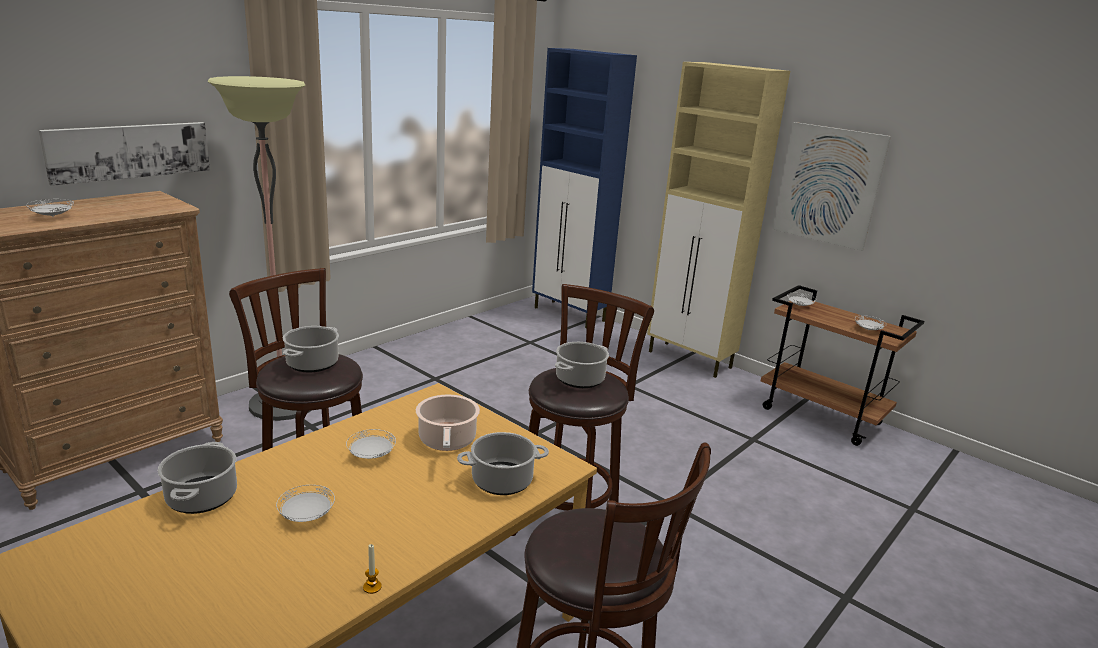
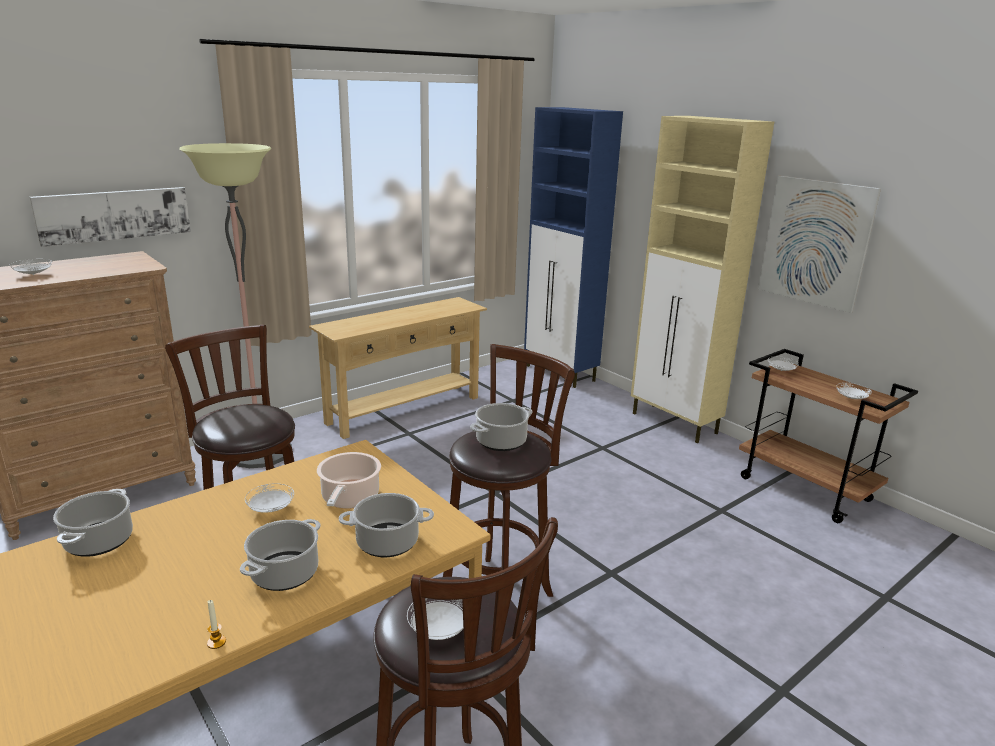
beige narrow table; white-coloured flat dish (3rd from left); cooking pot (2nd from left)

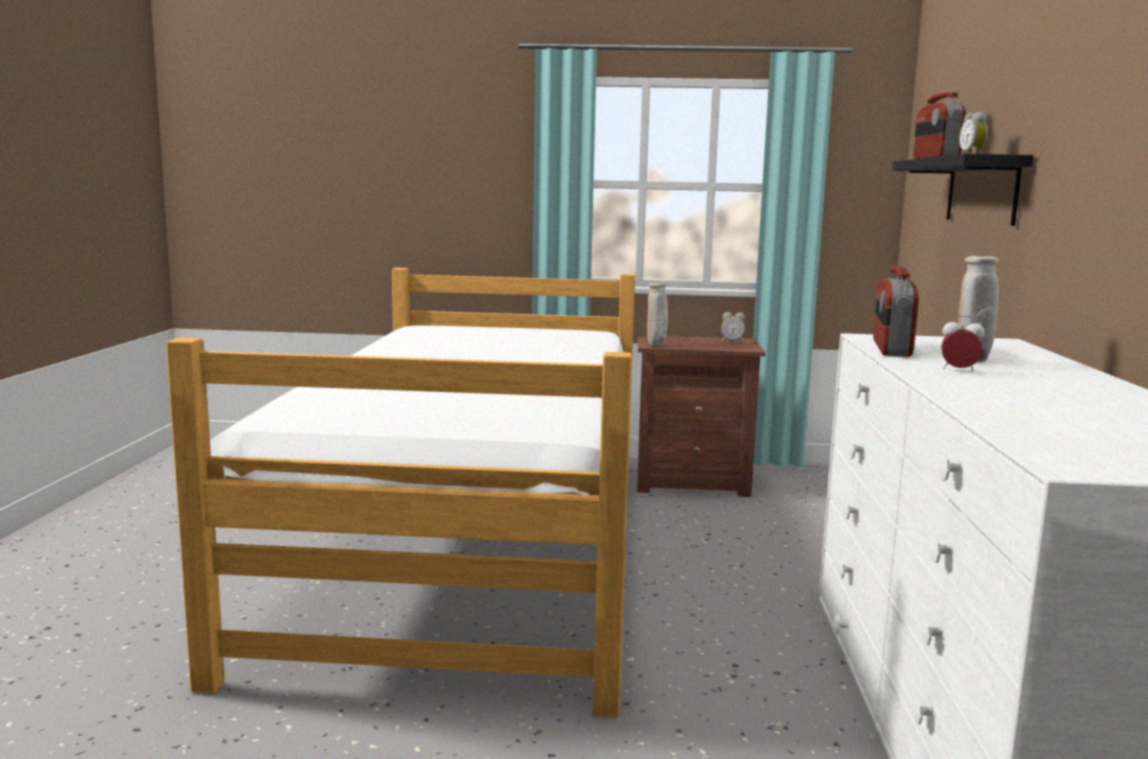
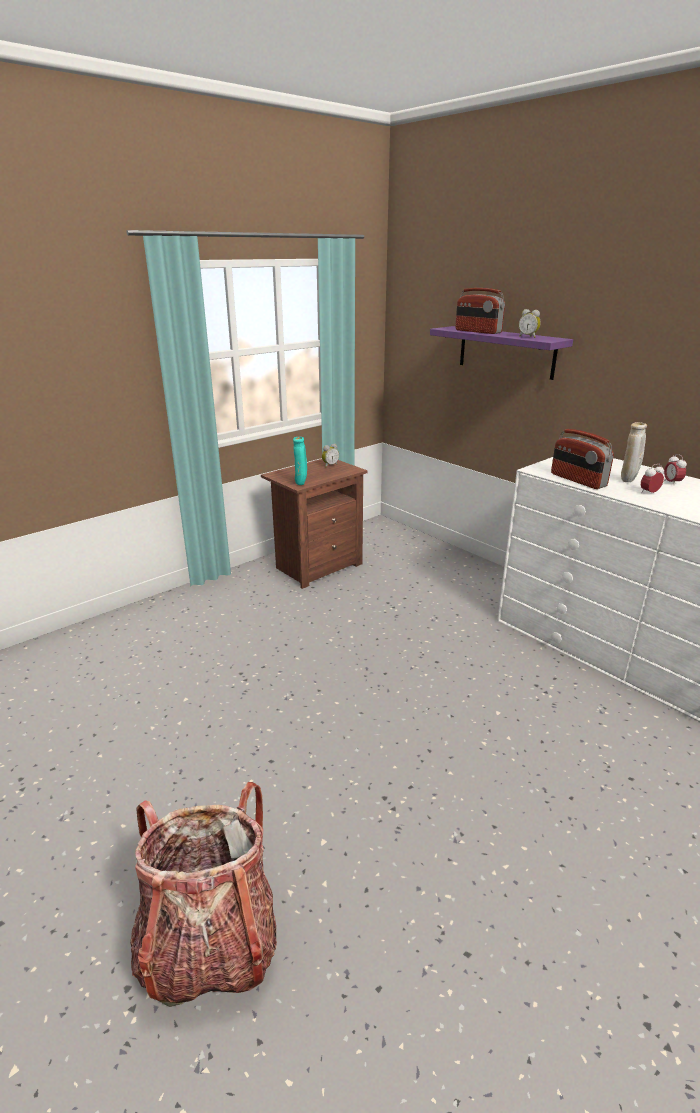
bedroom bed; rucksack; bedside clock (4th from left); blue-green flower vase; purple-coloured wall shelf

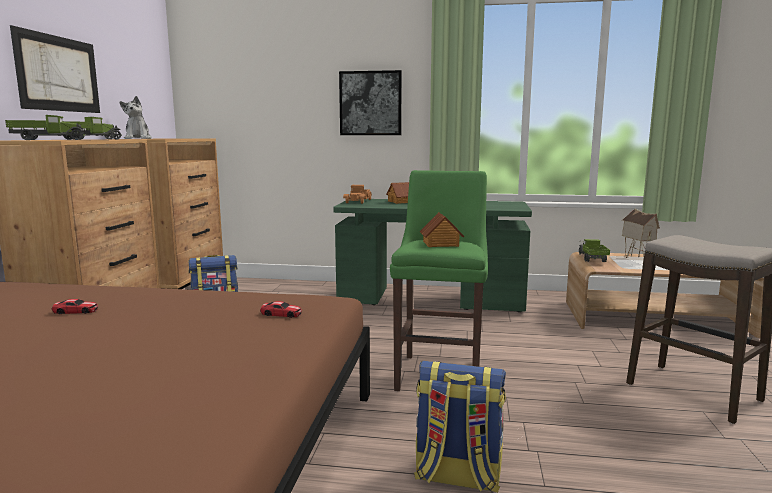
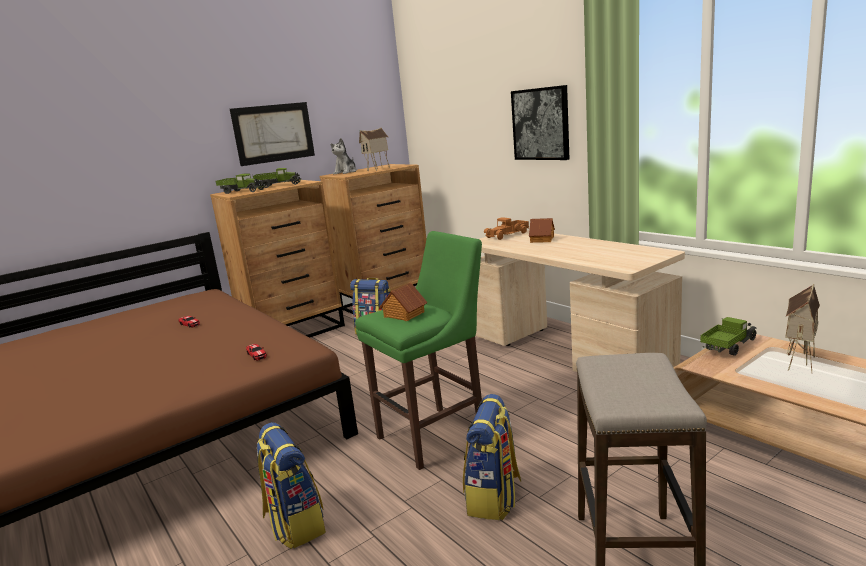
toy house (1st from left); rucksack (3rd from left); beige desk table

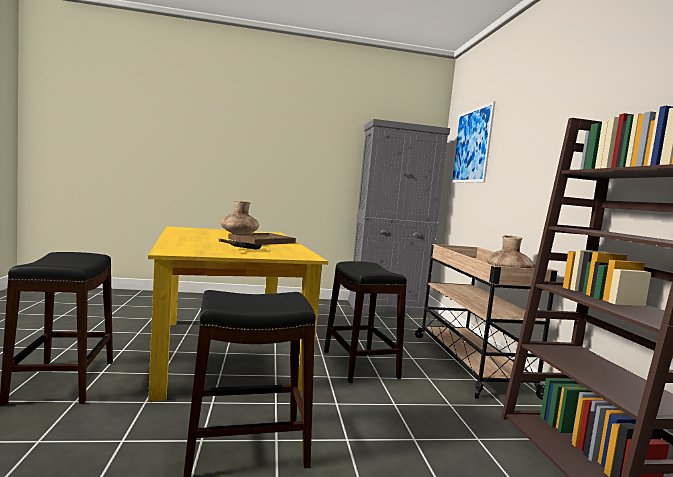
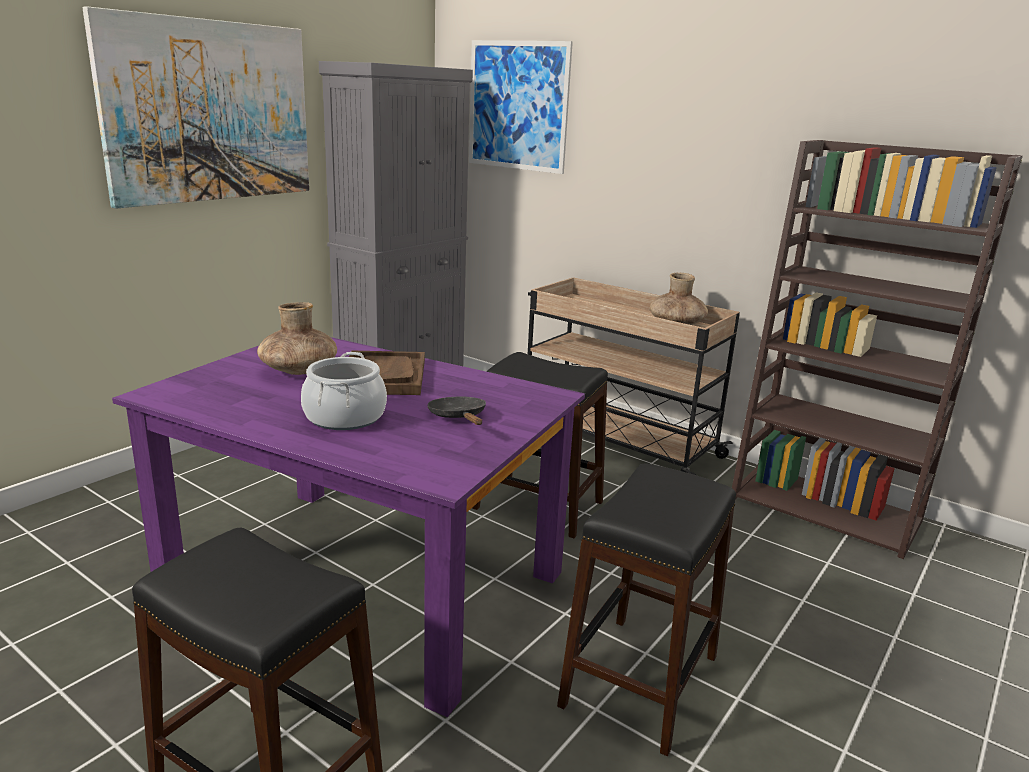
picture (1st from left); cooking pot; purple-coloured dining table

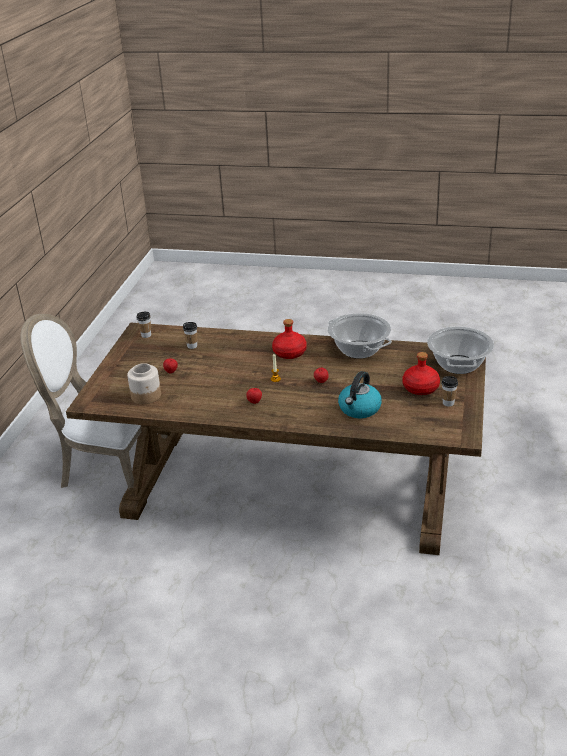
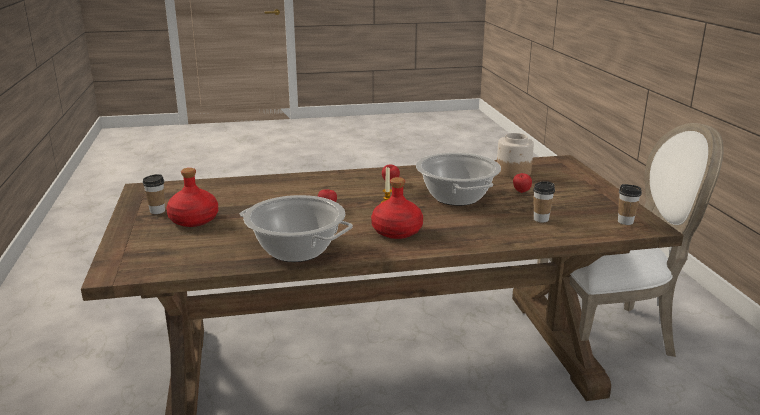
water kettle; cooking pot (2nd from left)

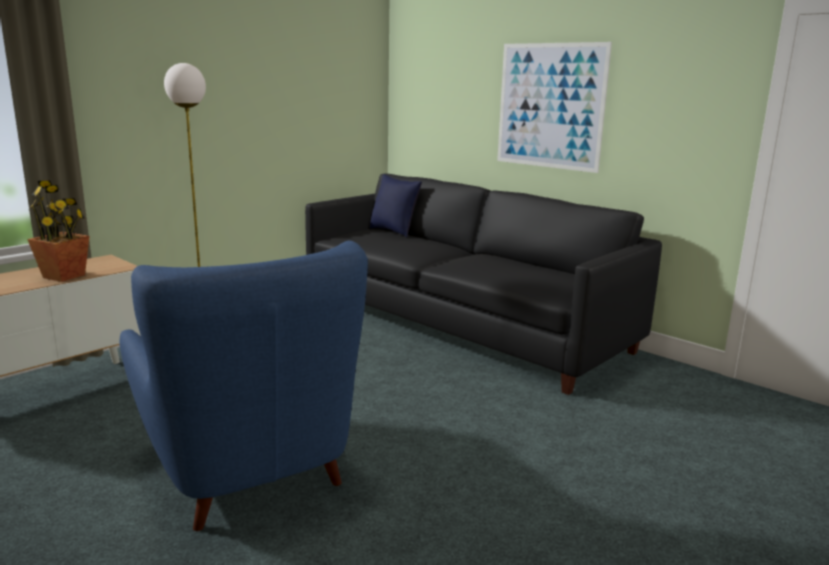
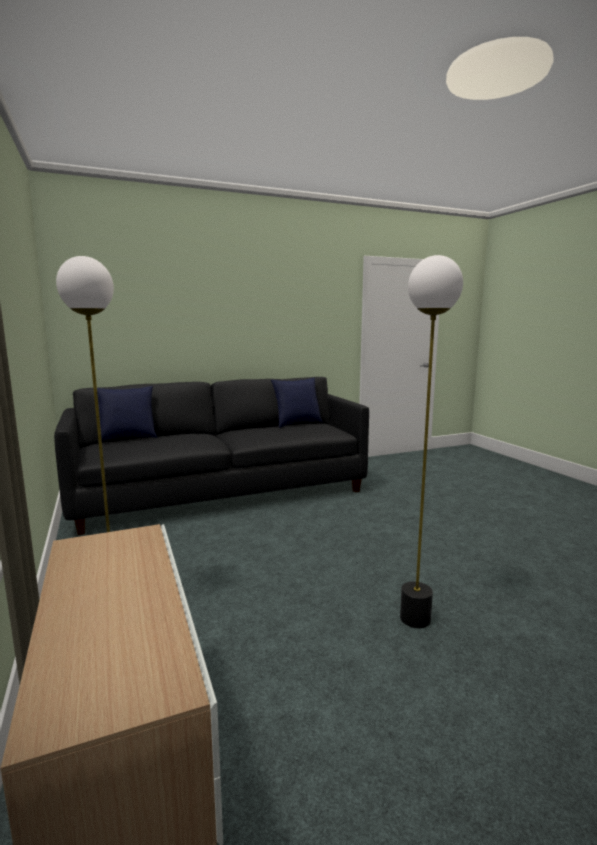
potted plant; picture; bluish pillow (2nd from left); floor lamp (2nd from left)

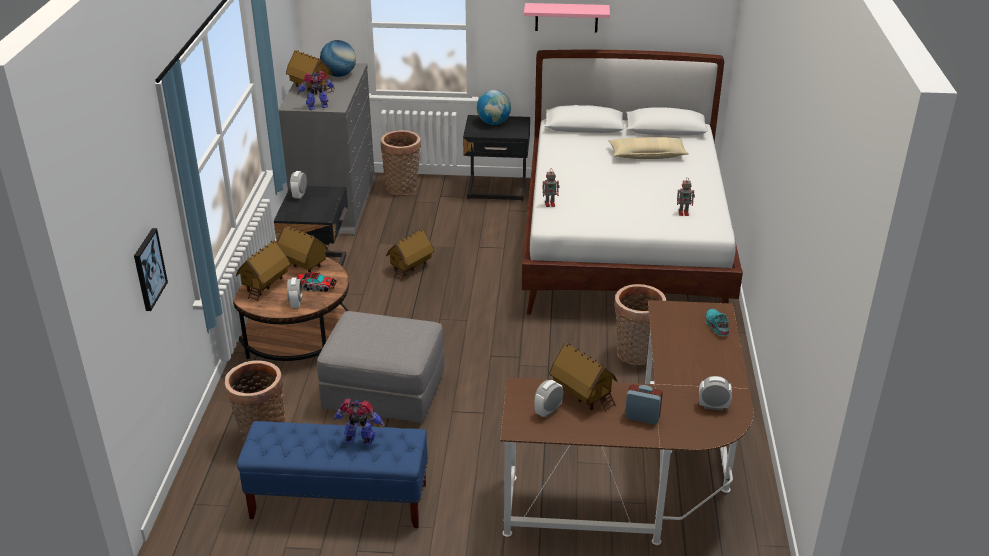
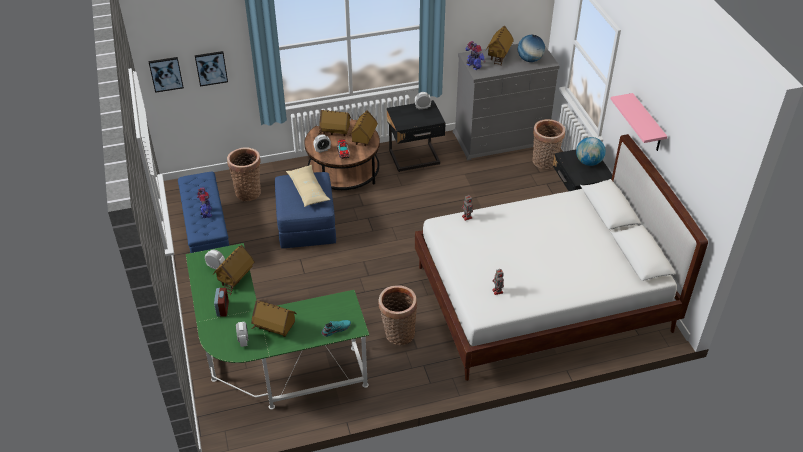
picture (1st from left); toy house (2nd from left); beige pillow; bluish pouffe; green desk table

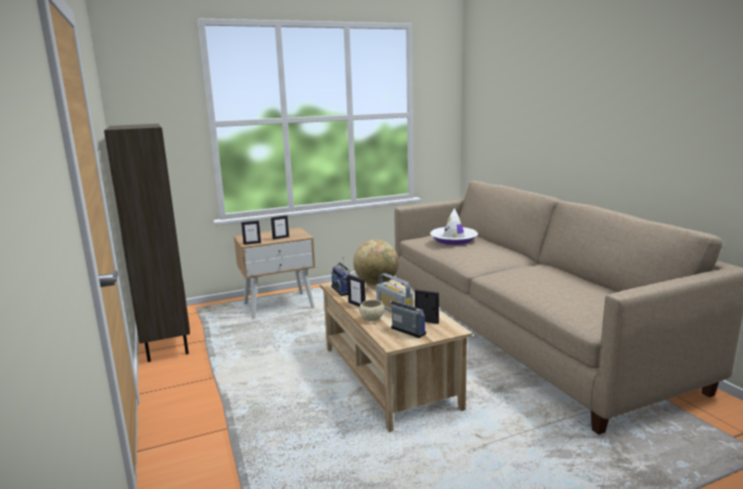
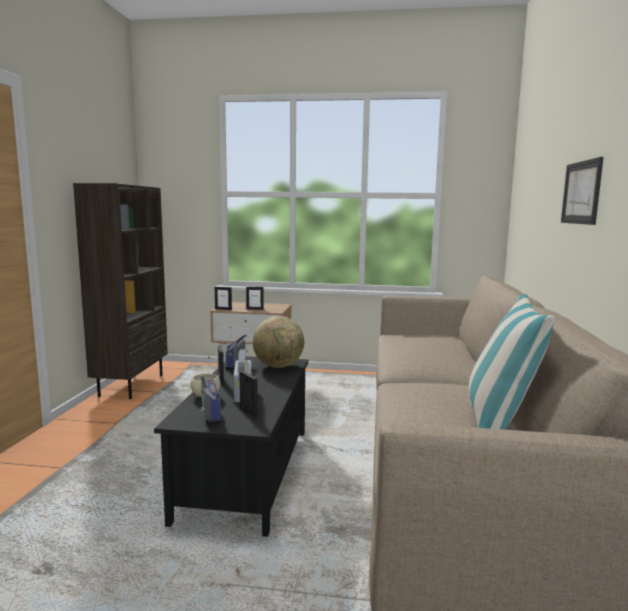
white-coloured clothing hat; pillow; picture; black-coloured lounge table

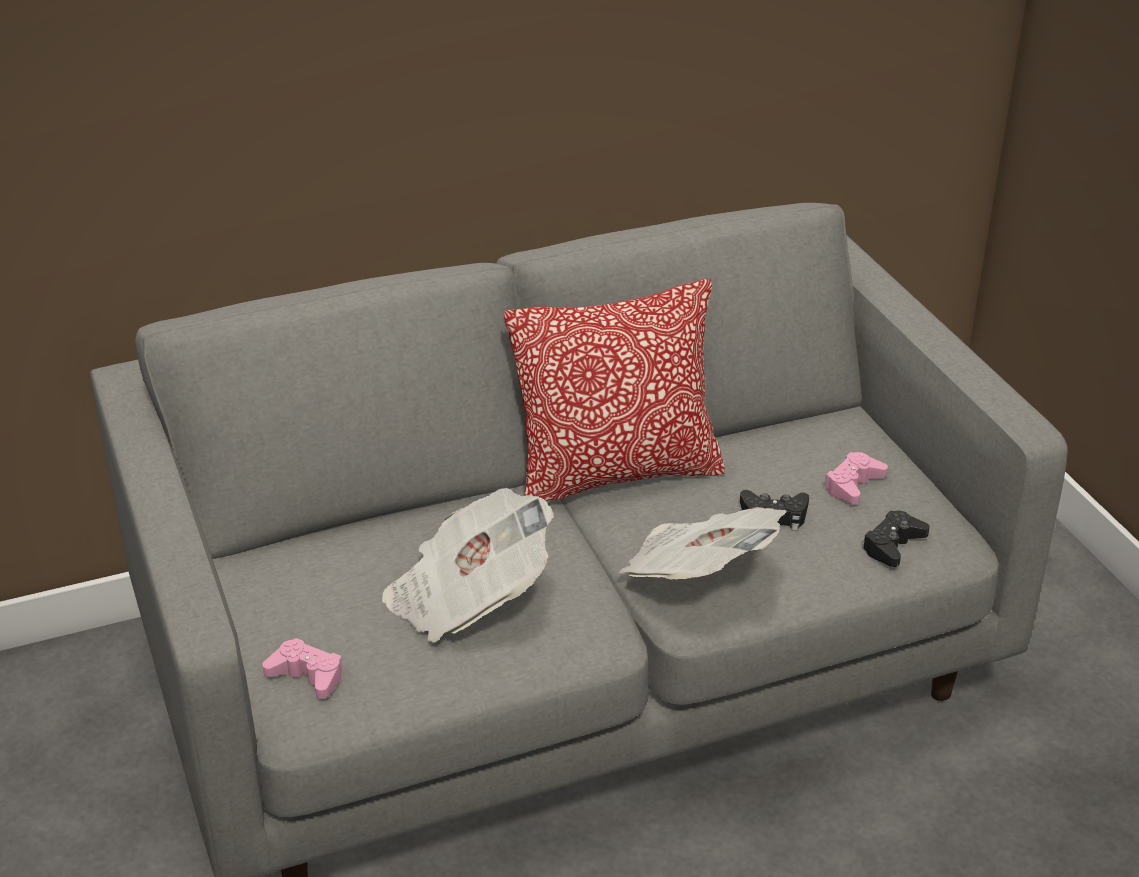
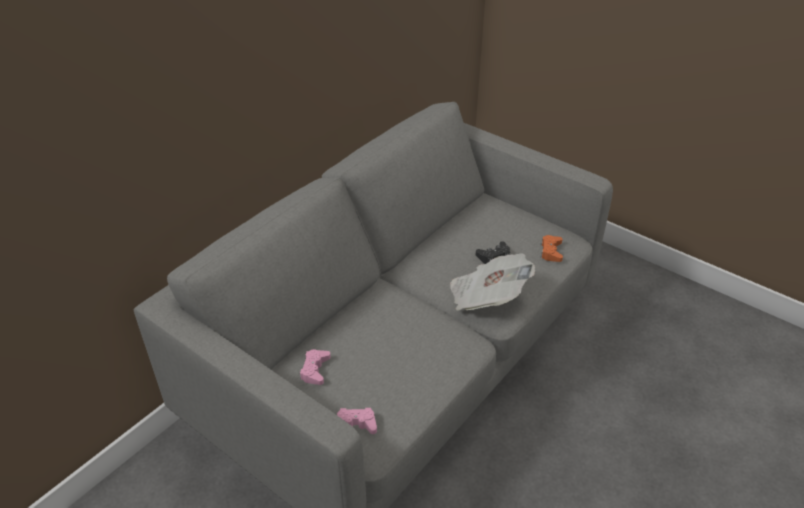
printed paper (1st from left in the first image); pillow; pink-coloured joypad (1st from left); orange joypad

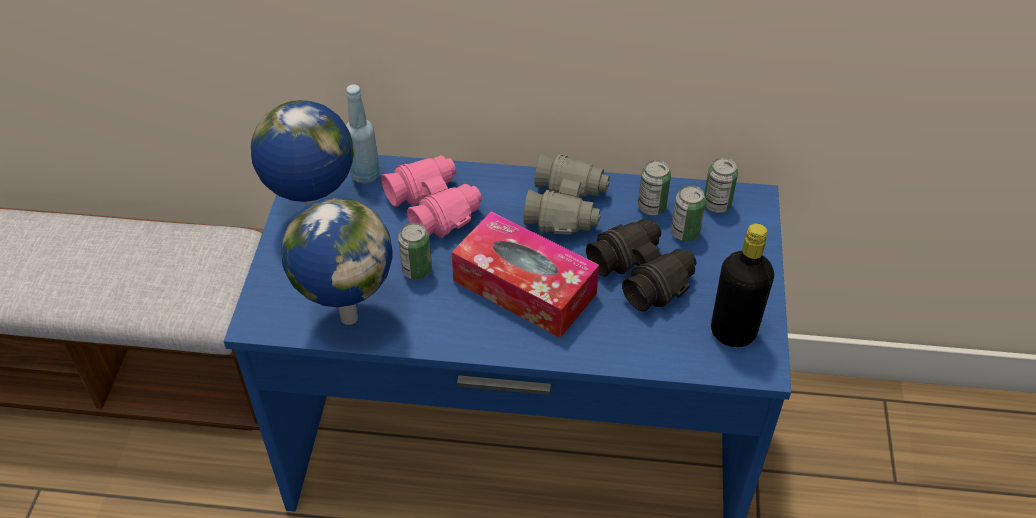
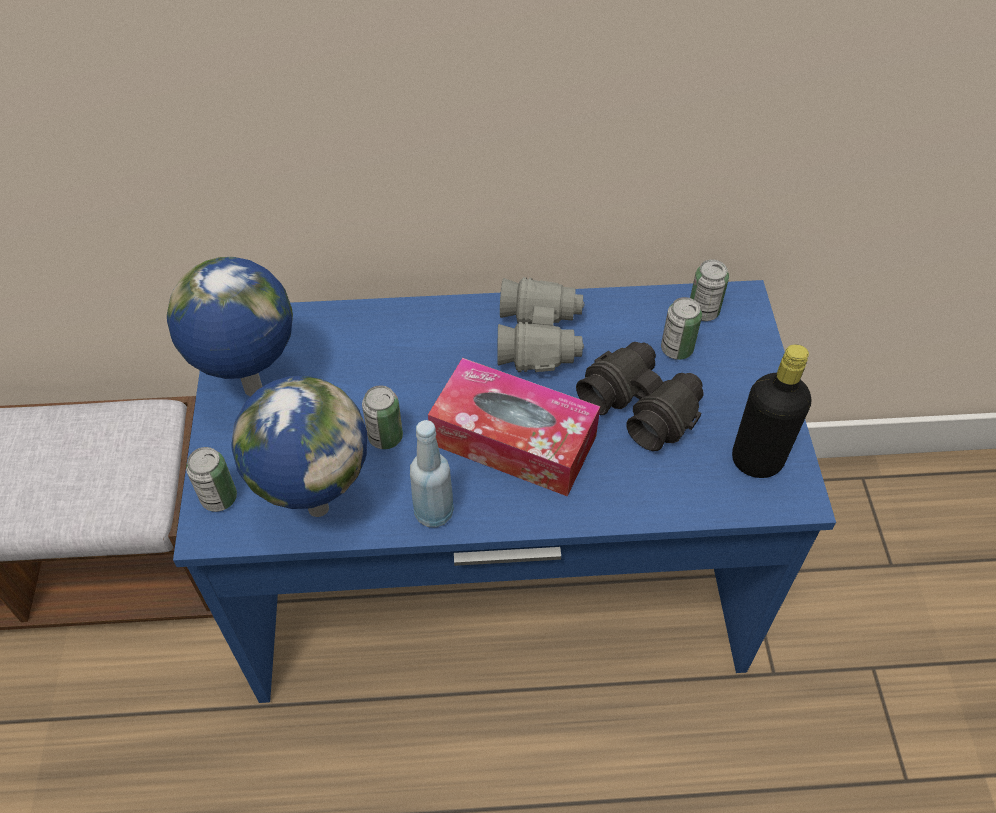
pink-coloured binoculars; bluish bottle; can (1st from left)

